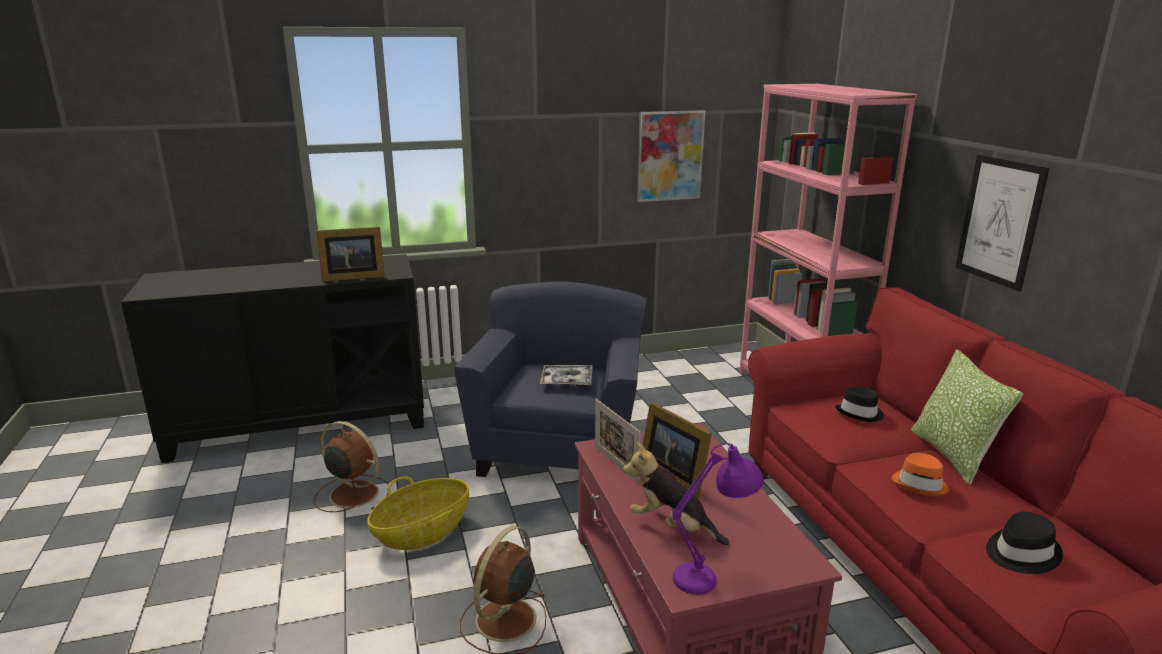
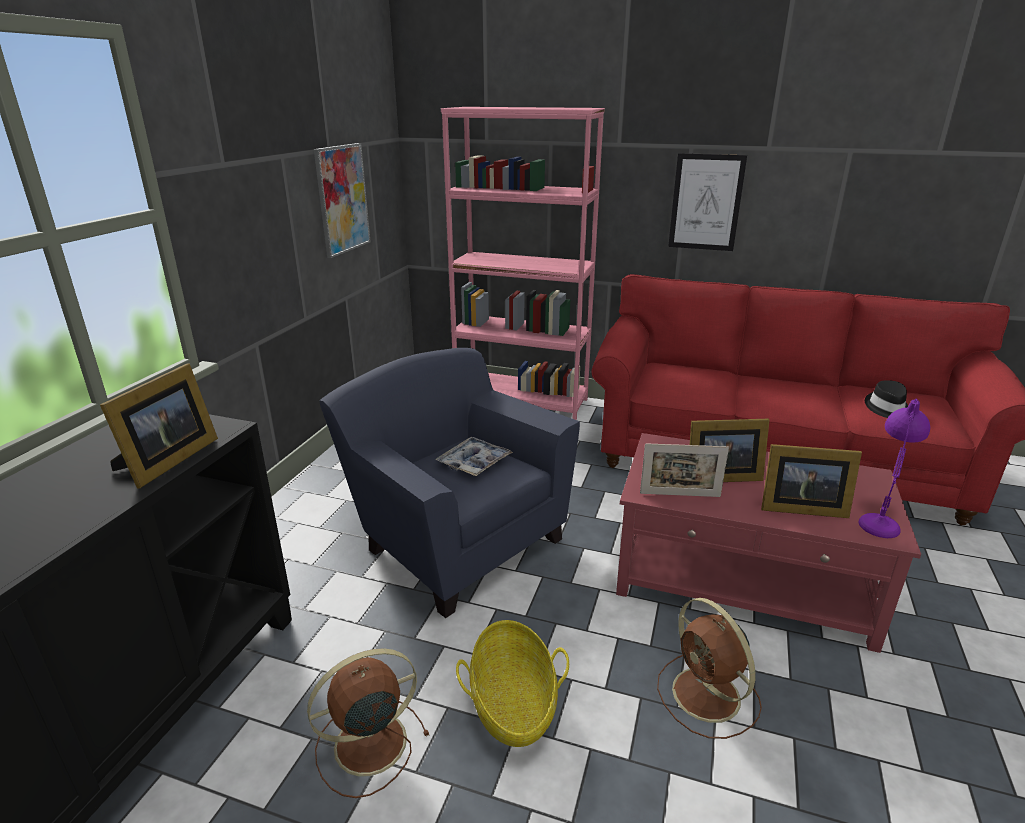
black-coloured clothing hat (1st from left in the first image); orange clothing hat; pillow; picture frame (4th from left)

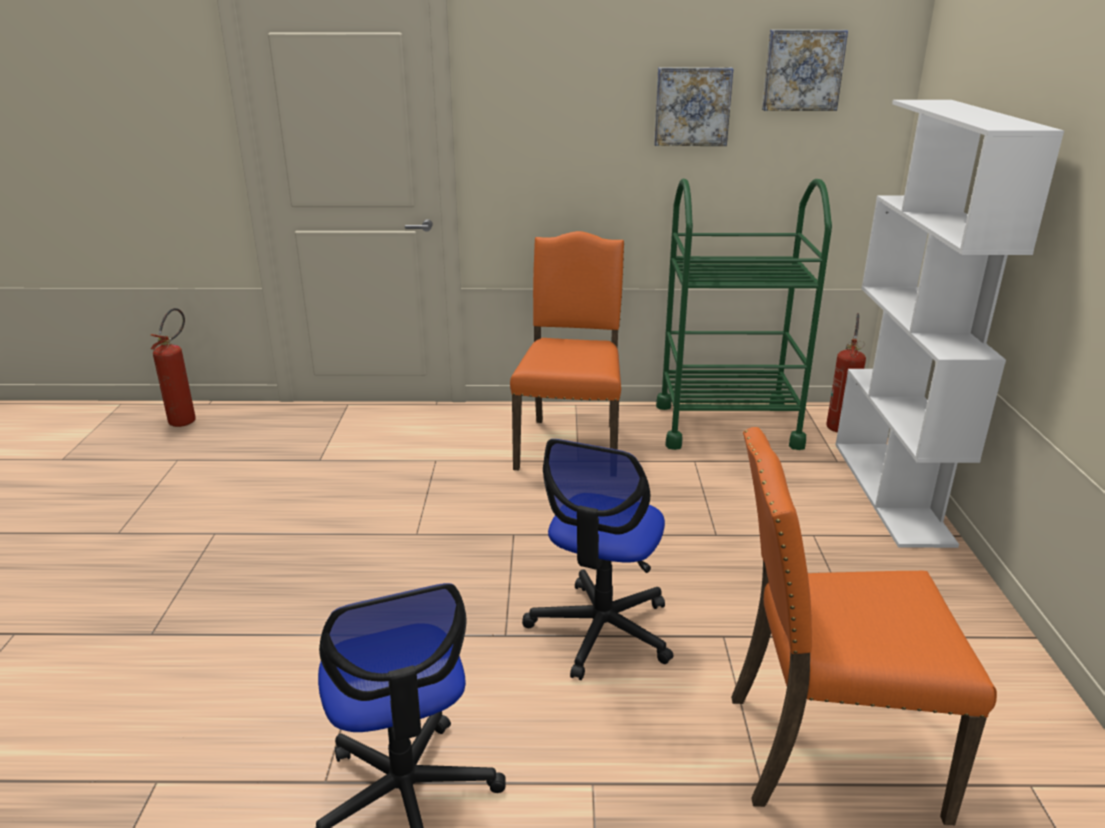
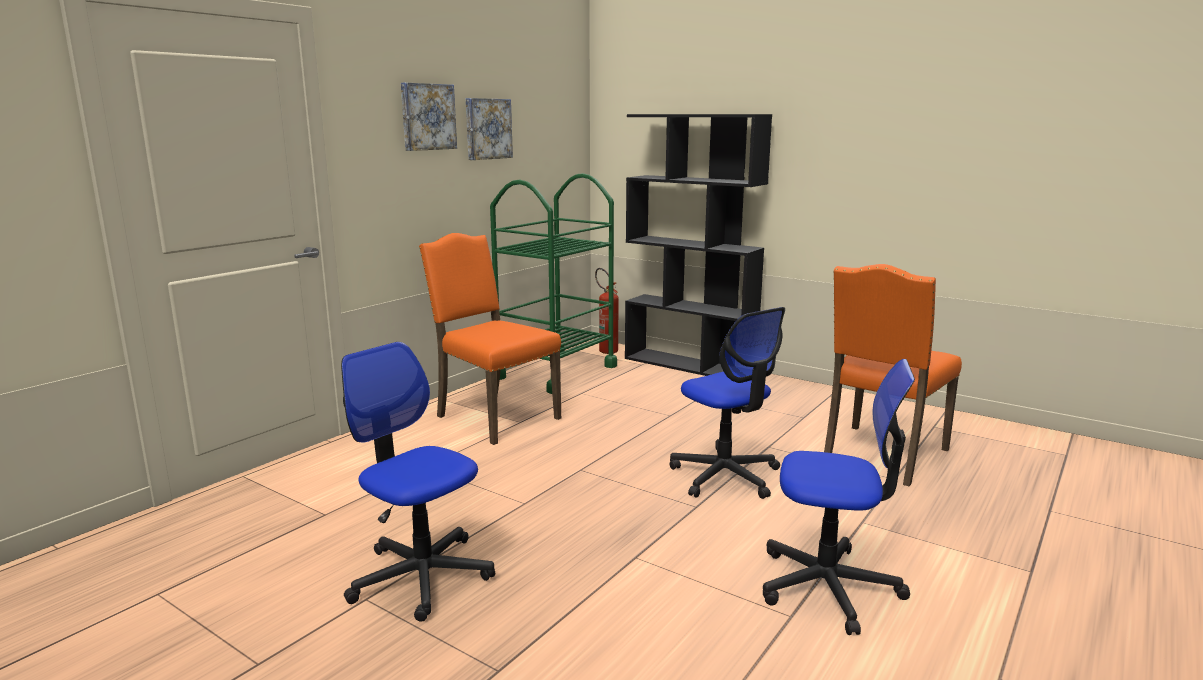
fire-fighting cylinder (1st from left in the first image); office chair (1st from left); picture (1st from left); black-coloured bookcase

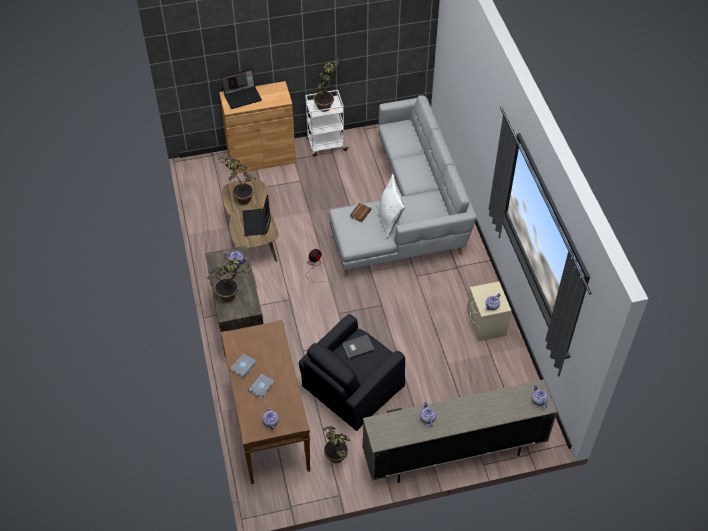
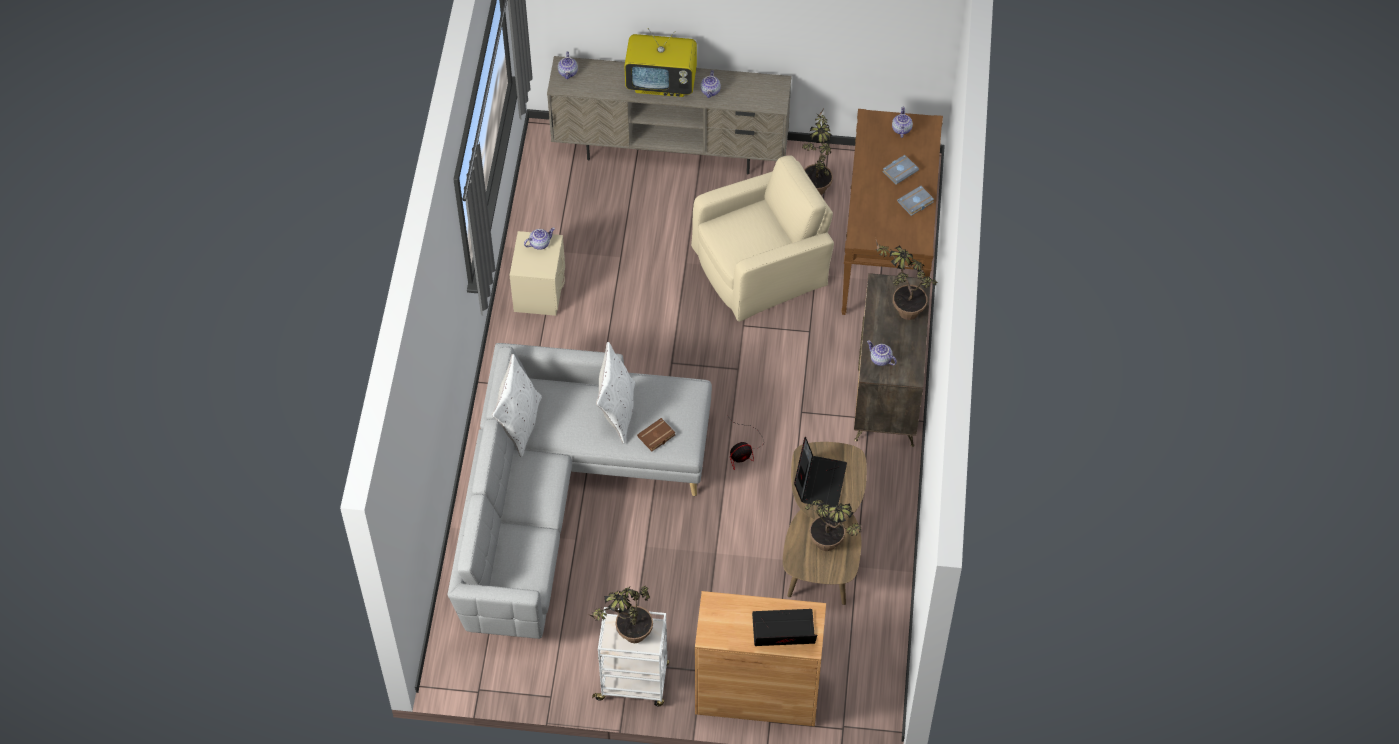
grey book (3rd from left in the first image); white-coloured pillow (1st from left); television; beige easy chair

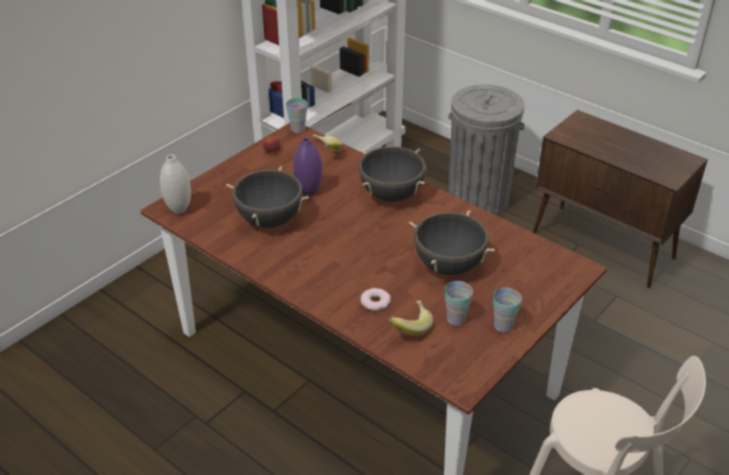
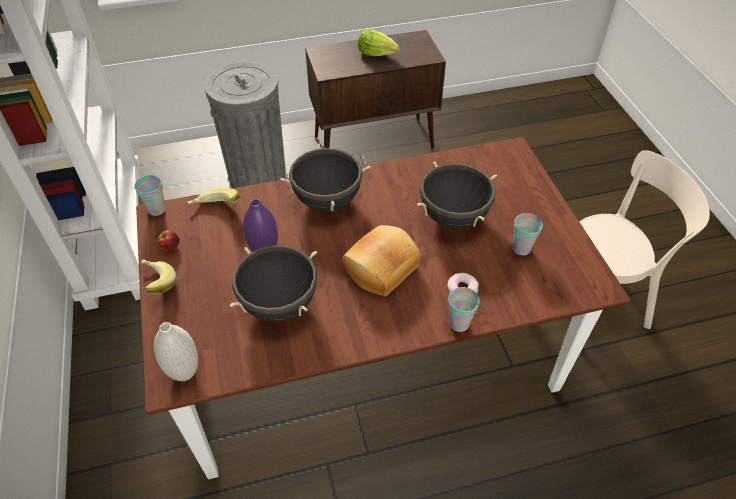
bread; head of lettuce; banana (1st from left); drinking cup (2nd from left)

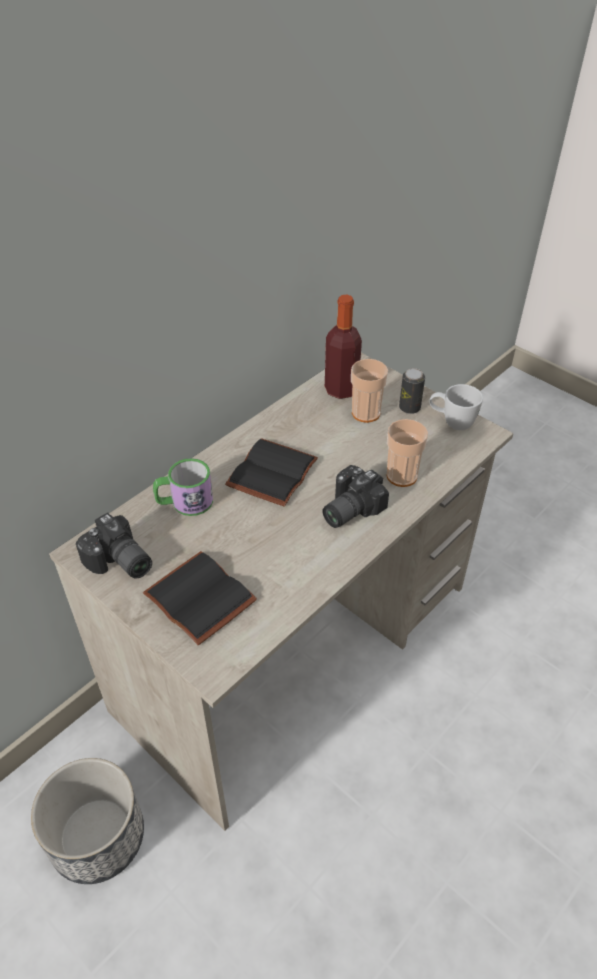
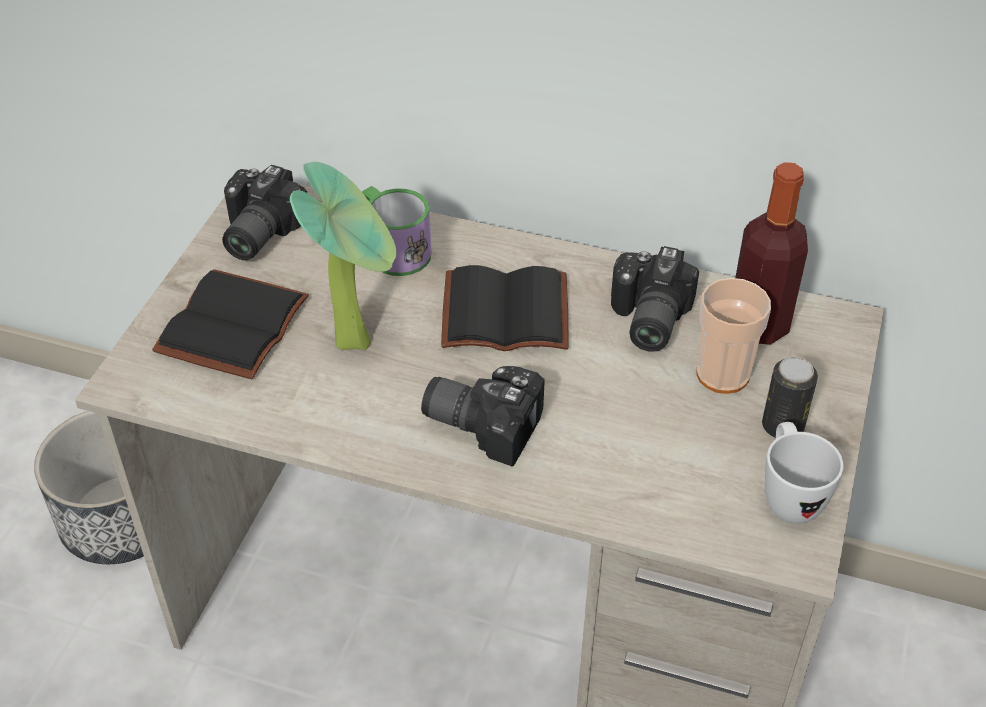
drinking cup (2nd from left in the first image); potted plant; still camera (3rd from left)

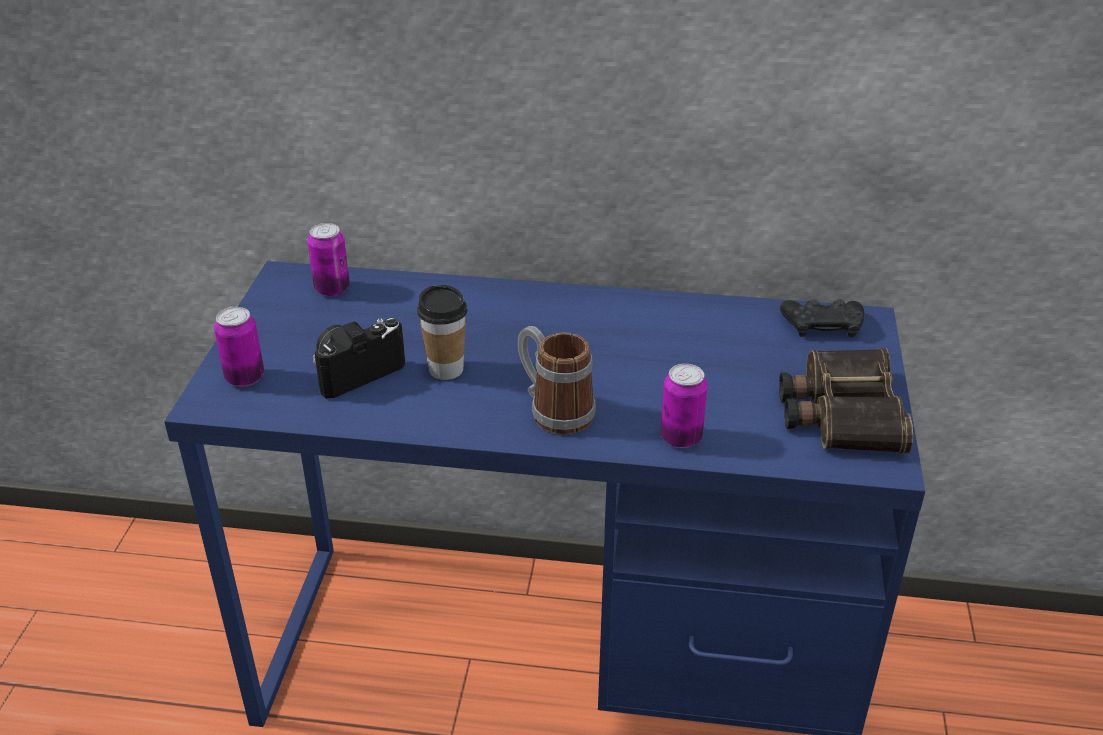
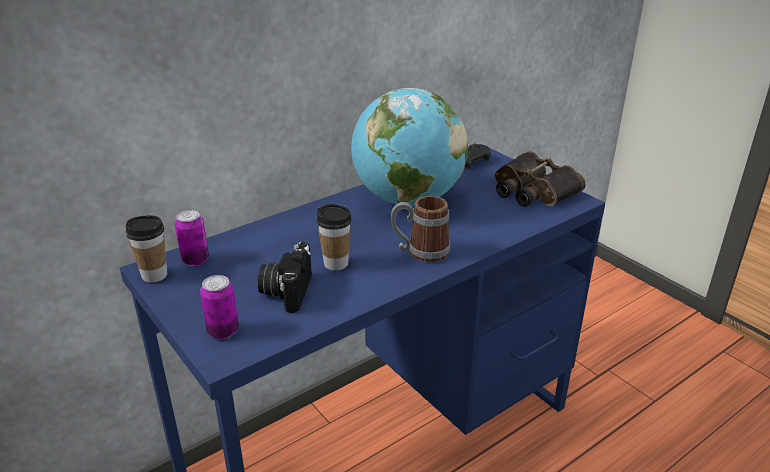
can (3rd from left in the first image); drinking cup (1st from left); globe

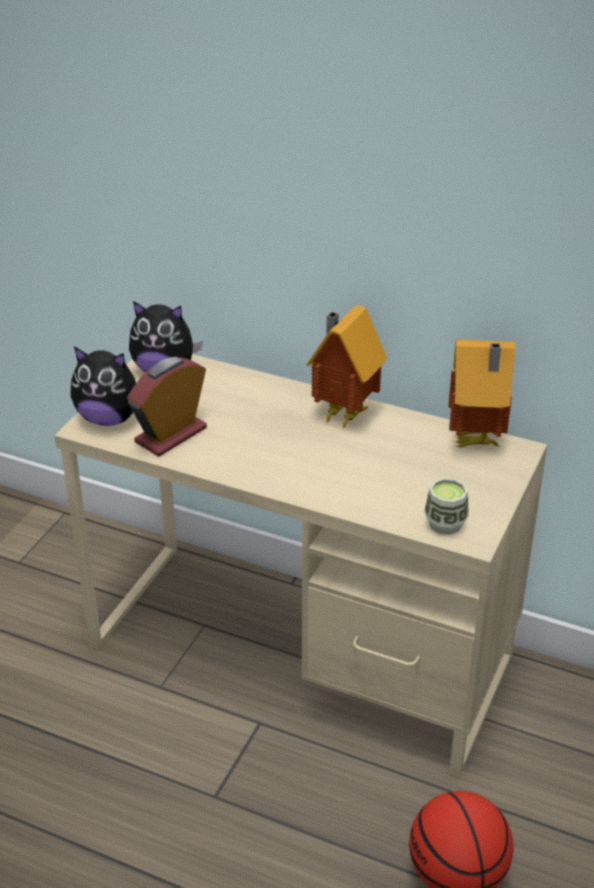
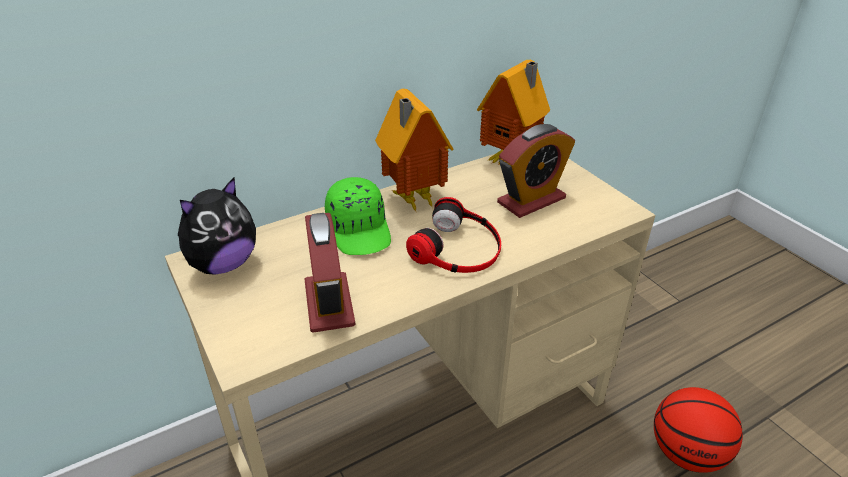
soft toy (1st from left in the first image); drinking cup; green peaked cap; headphones; bedside clock (2nd from left)

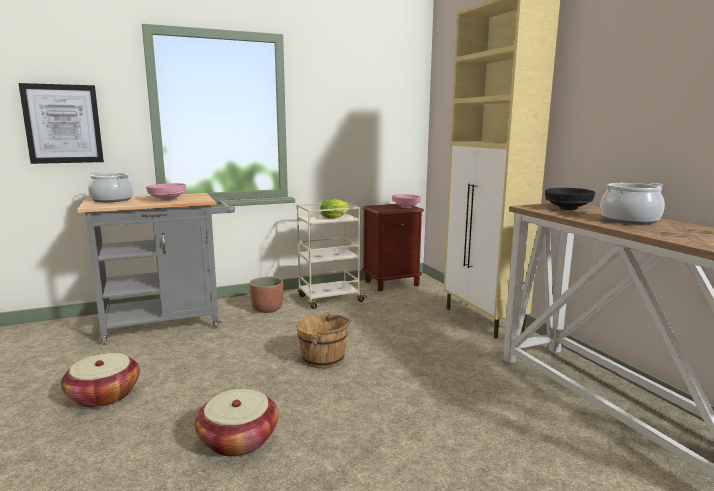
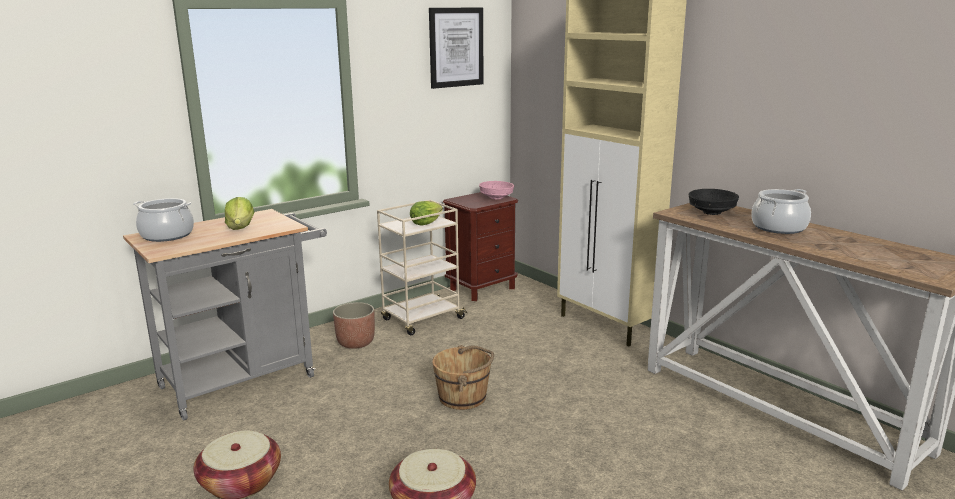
picture; head of lettuce (1st from left)

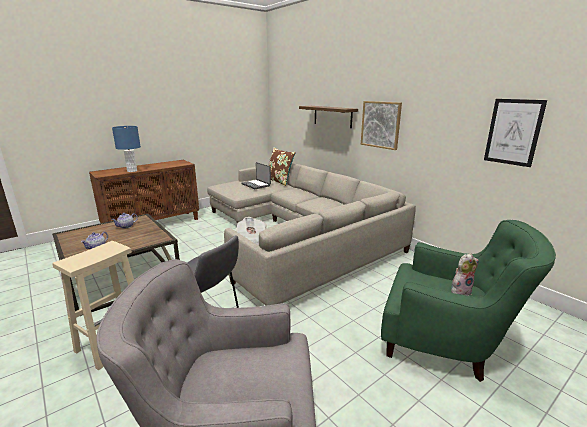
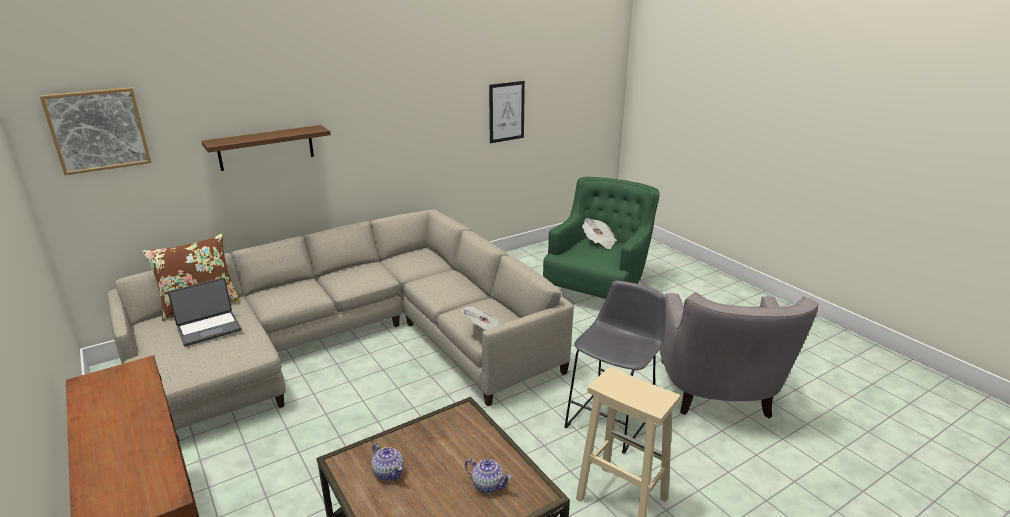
bluish table lamp; picture (1st from left); printed paper (2nd from left)

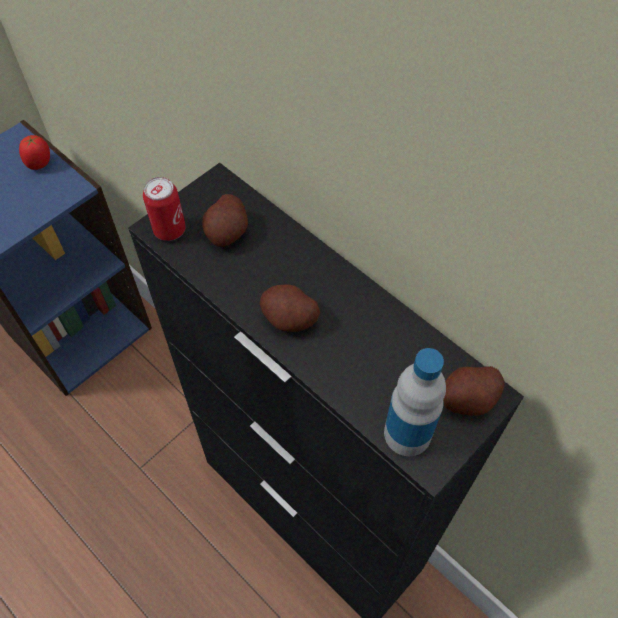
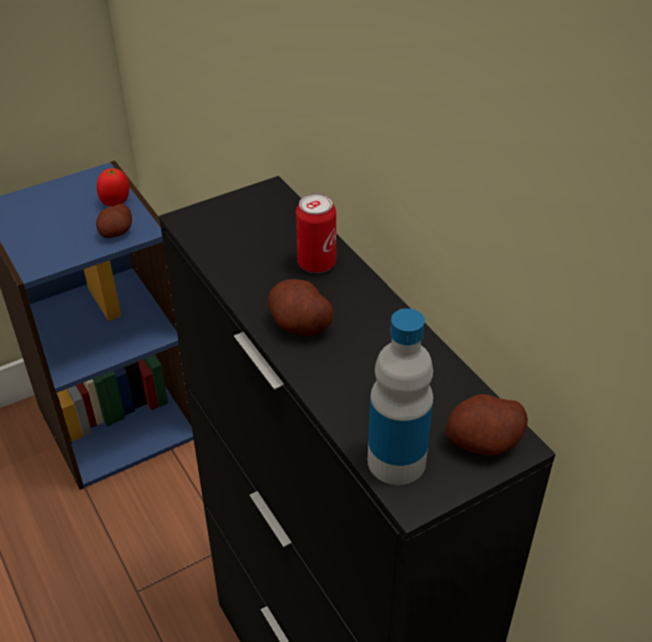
can; spud (1st from left)

